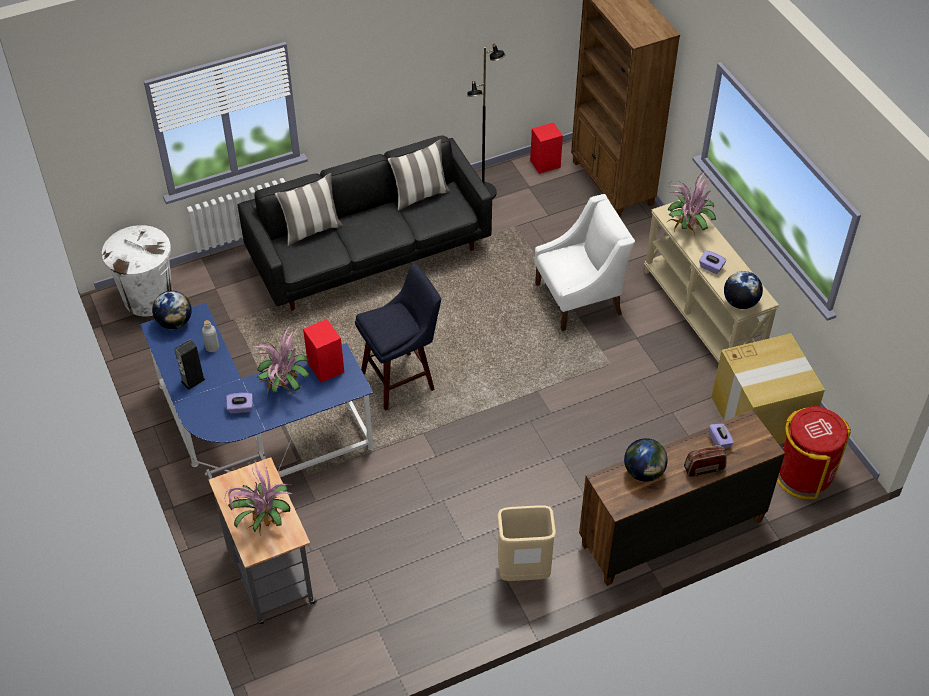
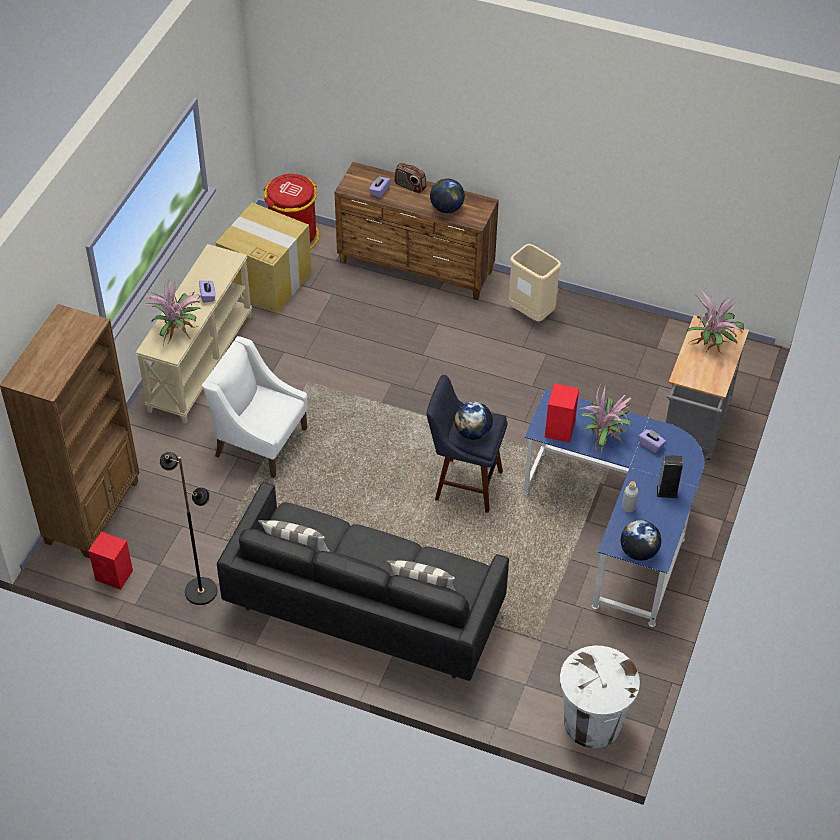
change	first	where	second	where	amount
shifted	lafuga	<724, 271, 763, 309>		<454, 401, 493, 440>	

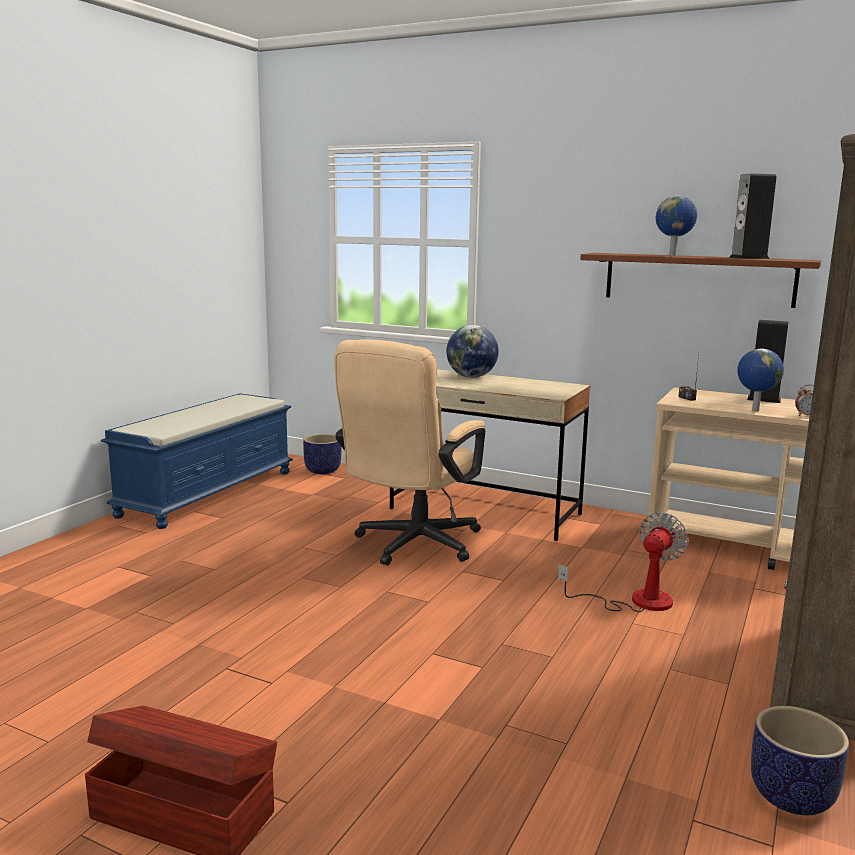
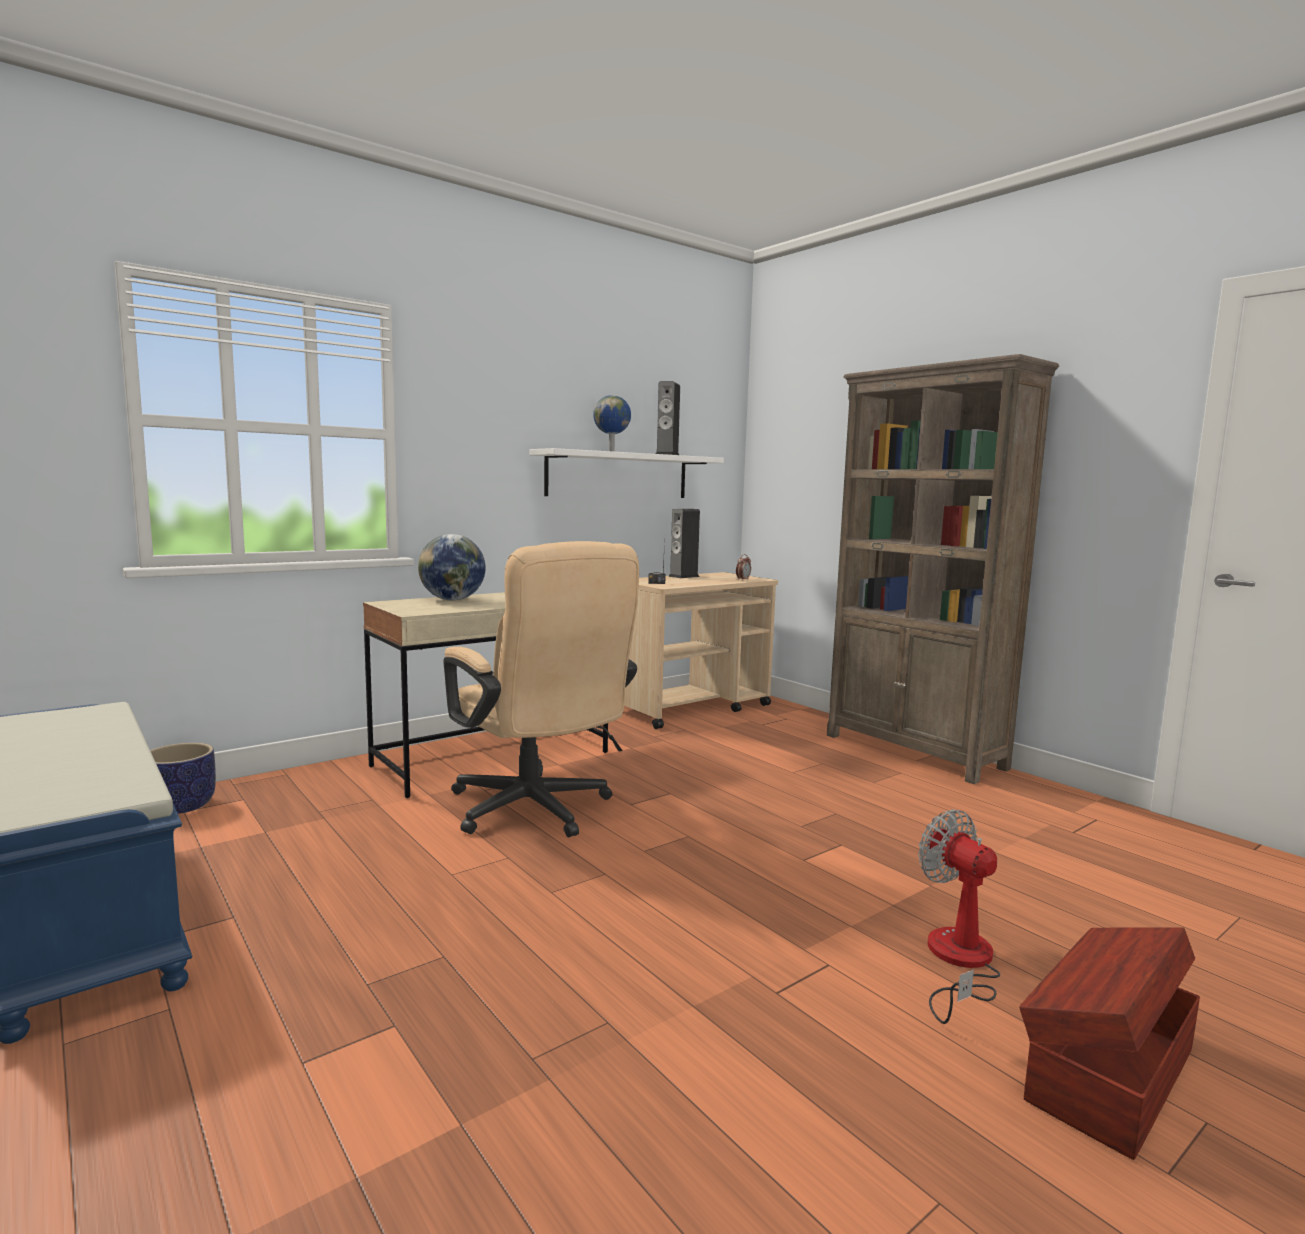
change	first	where	second	where	amount
repainted	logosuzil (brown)	<580, 253, 821, 308>	logosuzil (white)	<529, 448, 724, 498>	
shifted	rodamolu	<558, 512, 689, 612>		<918, 809, 1000, 1024>	
gone	lafuga	<737, 348, 784, 412>			
gone	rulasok	<751, 706, 849, 815>			

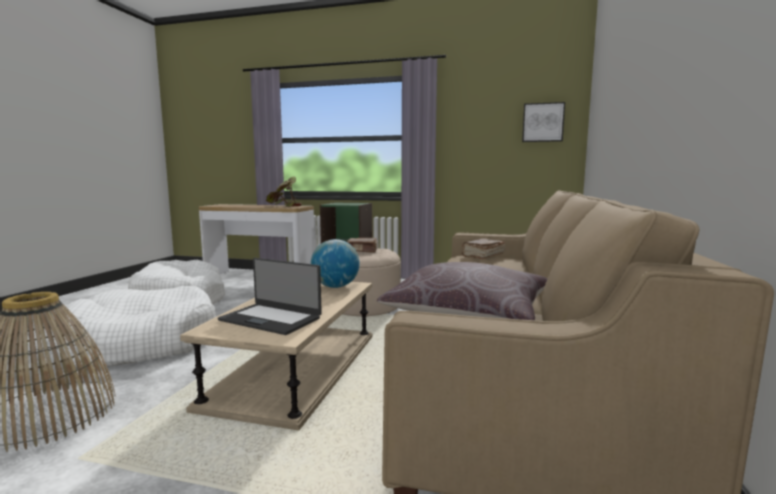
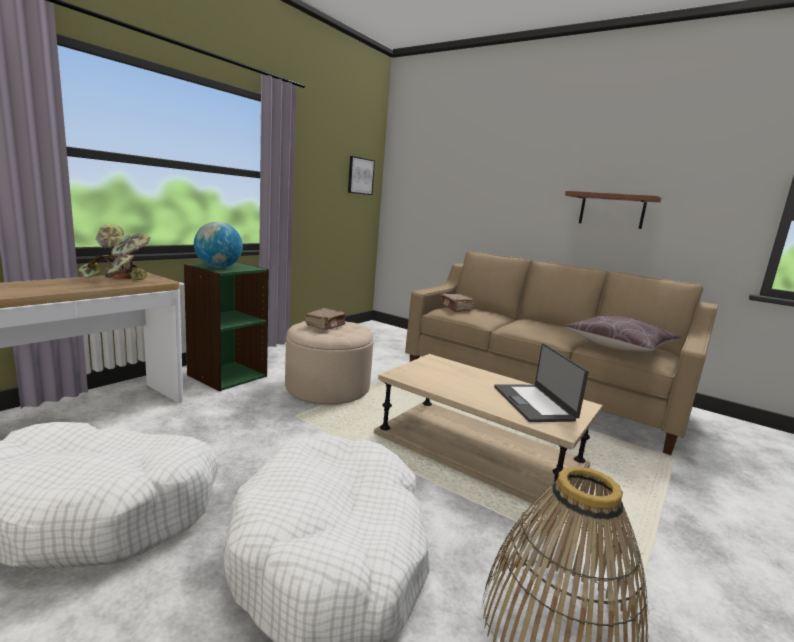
change	first	where	second	where	amount
shifted	lafuga	<311, 239, 360, 288>		<194, 222, 243, 268>	
rotated	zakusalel	<218, 258, 322, 335>		<494, 343, 589, 422>	120 degrees clockwise
new			logosuzil (brown)	<565, 191, 661, 229>	

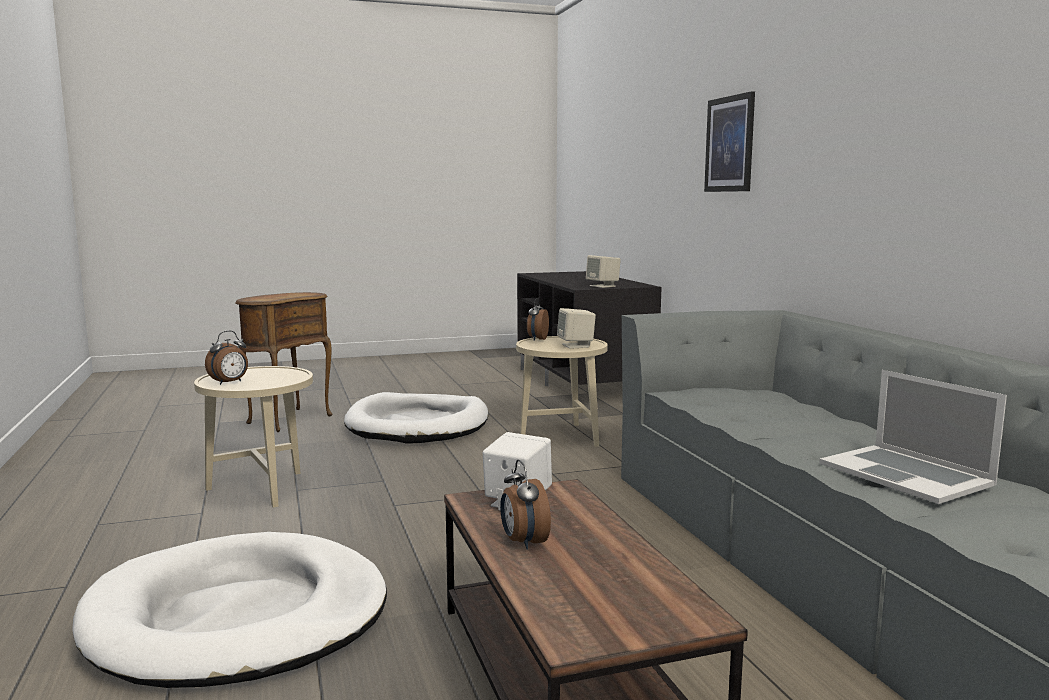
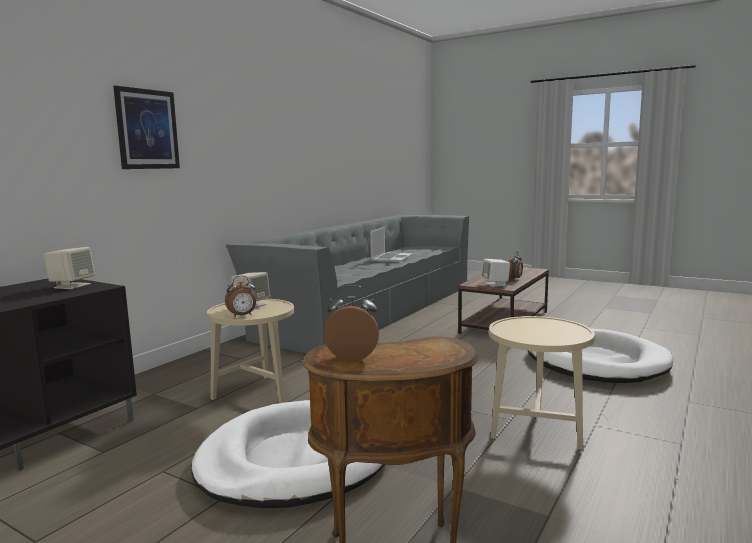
change	first	where	second	where	amount
shifted	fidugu	<205, 331, 248, 385>		<324, 285, 379, 361>	

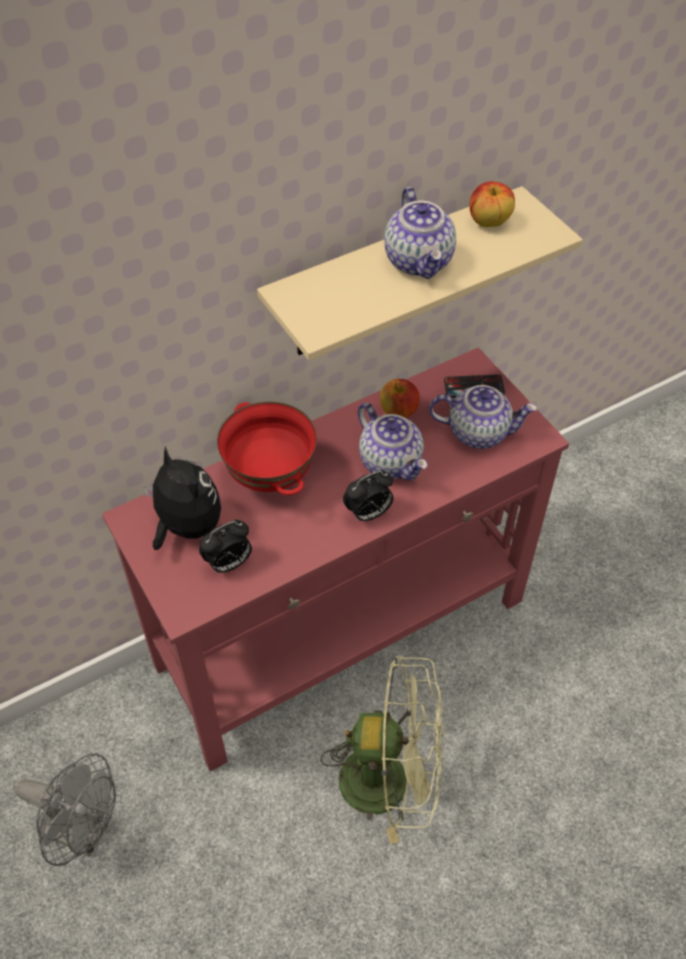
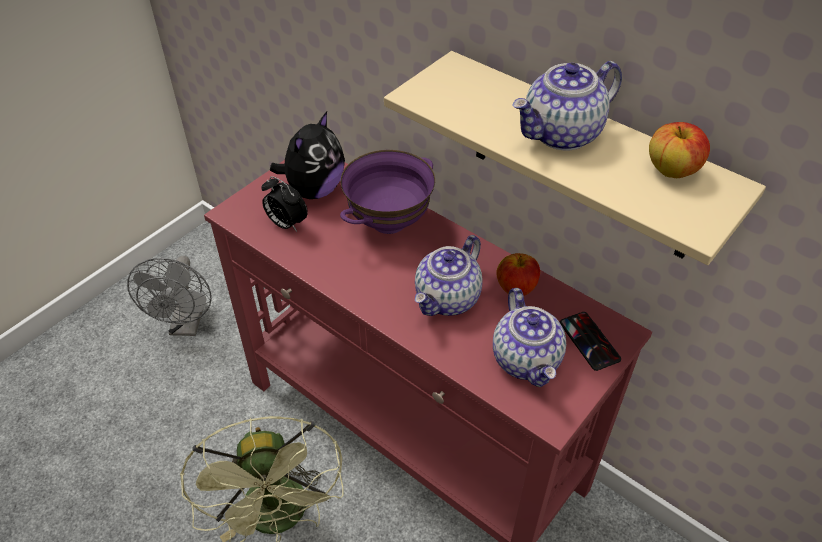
change	first	where	second	where	amount
repainted	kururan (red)	<217, 402, 317, 495>	kururan (purple)	<340, 150, 435, 234>	
gone	fidugu	<343, 470, 393, 522>			

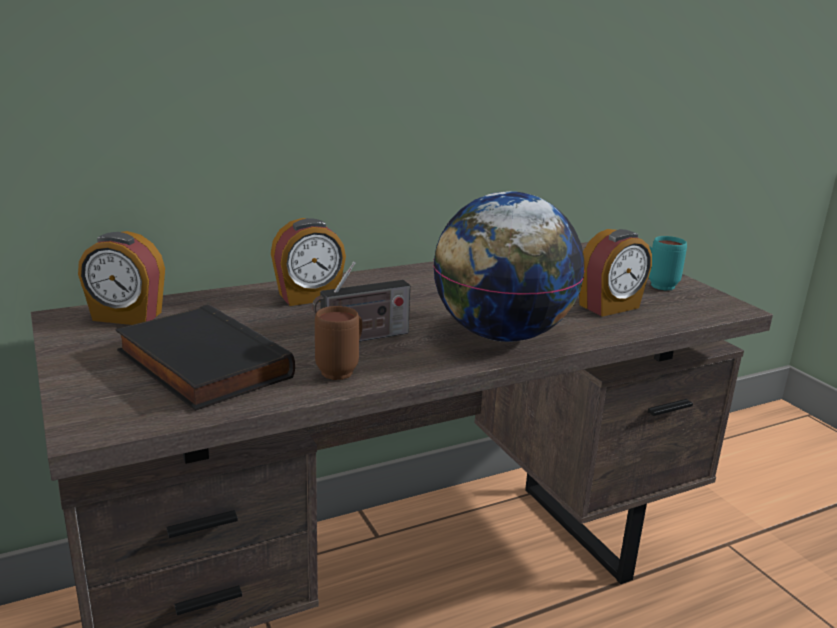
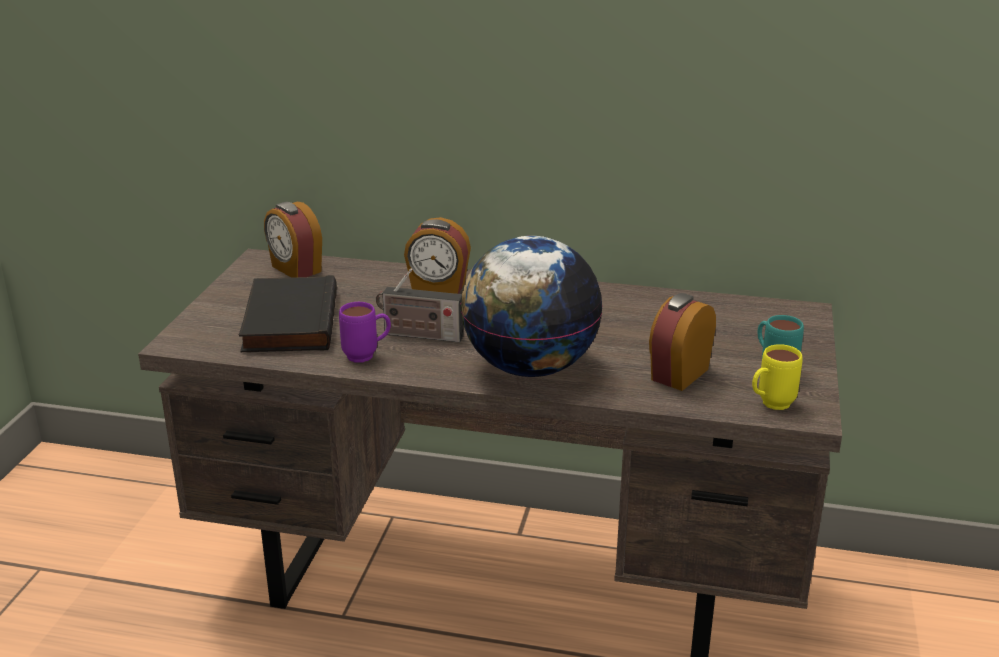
change	first	where	second	where	amount
repainted	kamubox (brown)	<315, 306, 363, 380>	kamubox (purple)	<339, 302, 391, 363>	
rotated	fidugu	<579, 229, 652, 317>		<649, 293, 716, 391>	120 degrees clockwise
new			kamubox (yellow)	<752, 344, 803, 410>	

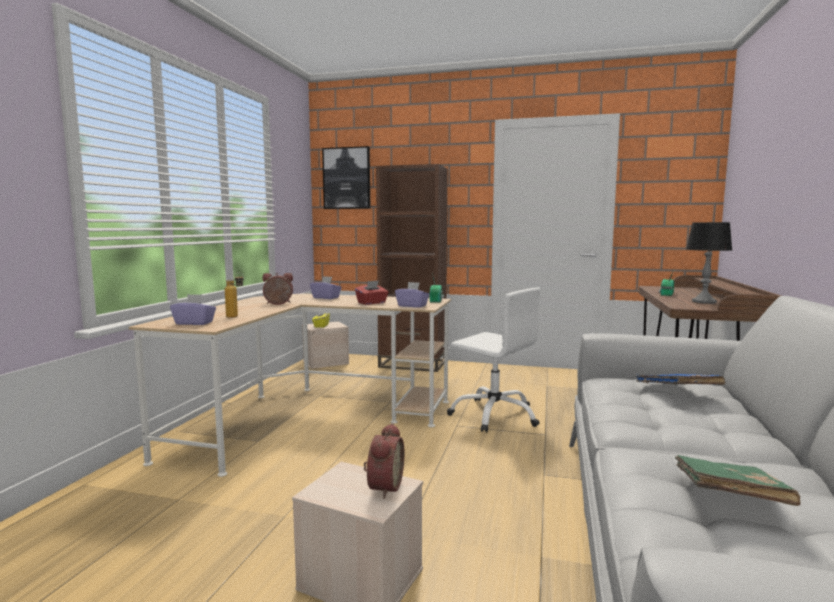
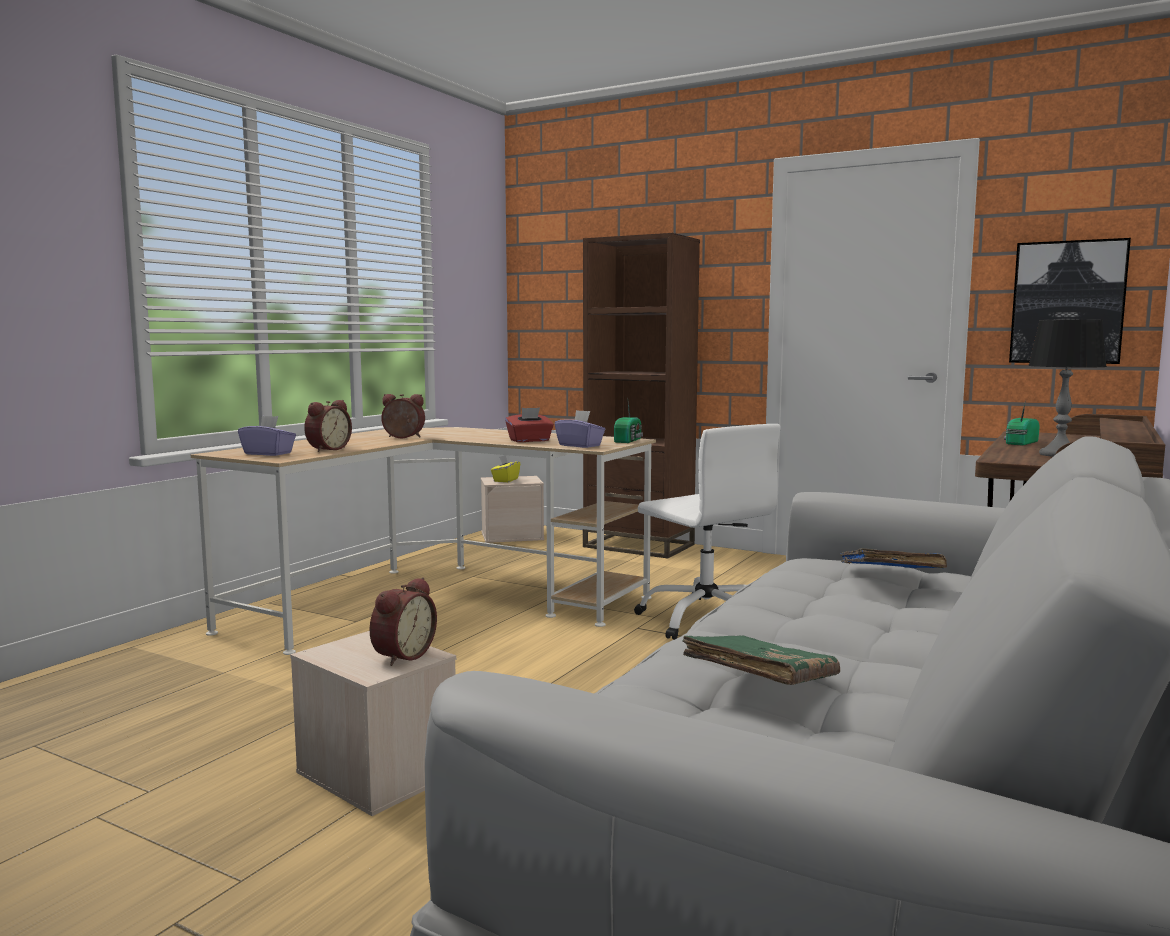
change	first	where	second	where	amount
swapped	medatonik	<225, 272, 244, 318>	fidugu	<304, 400, 352, 452>	
shifted	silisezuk	<322, 146, 370, 209>		<1009, 238, 1131, 364>	
gone	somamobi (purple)	<310, 276, 342, 299>			

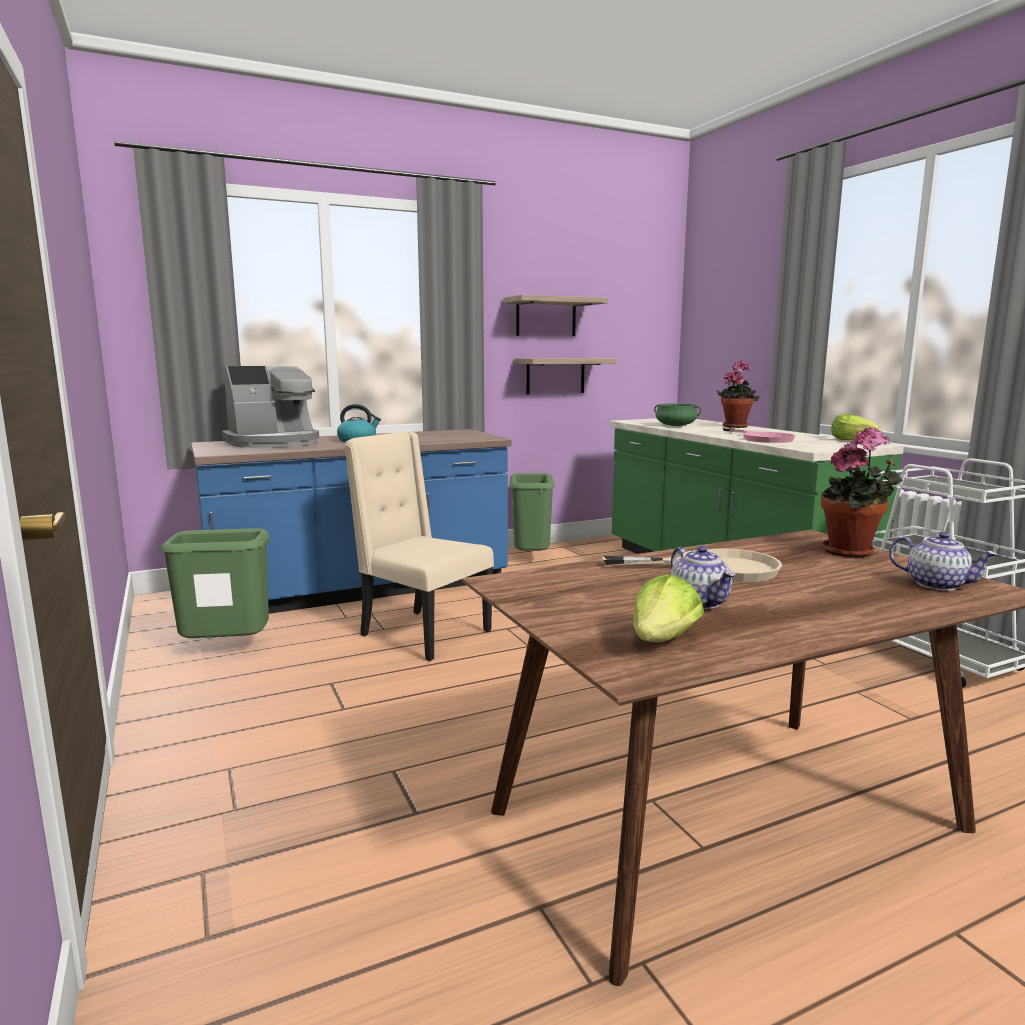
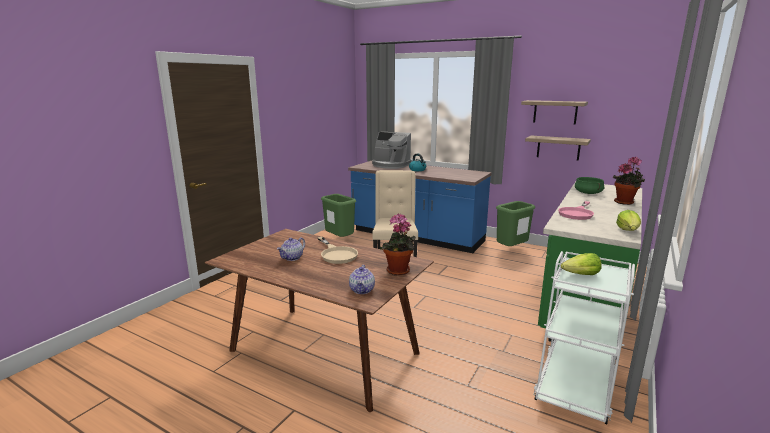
change	first	where	second	where	amount
shifted	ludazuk	<633, 574, 704, 642>		<561, 253, 602, 275>	

